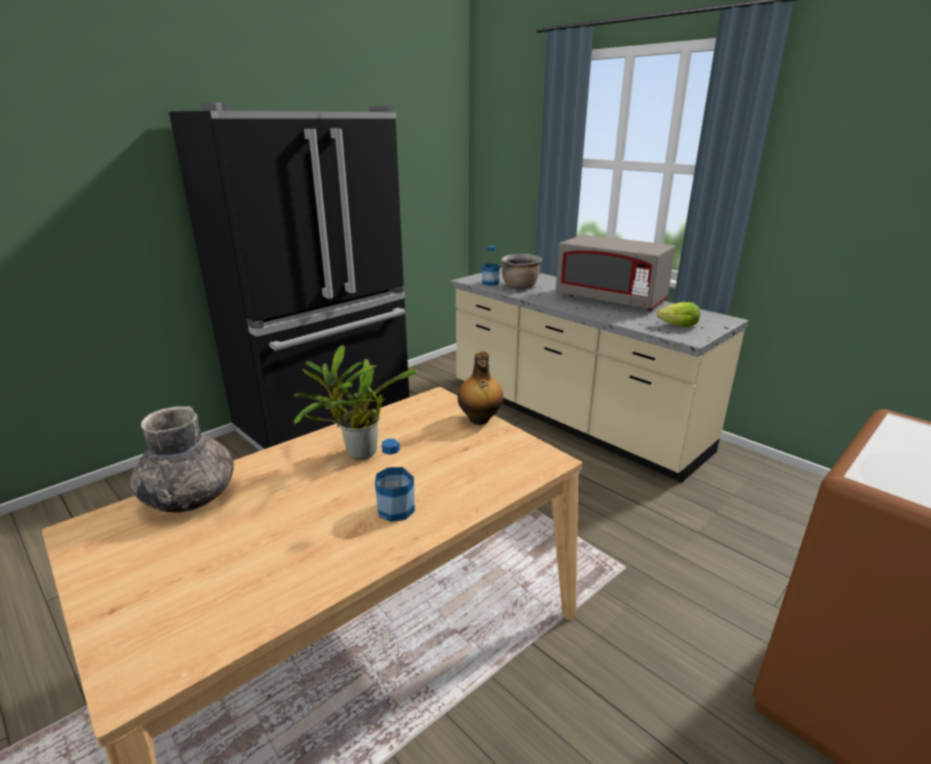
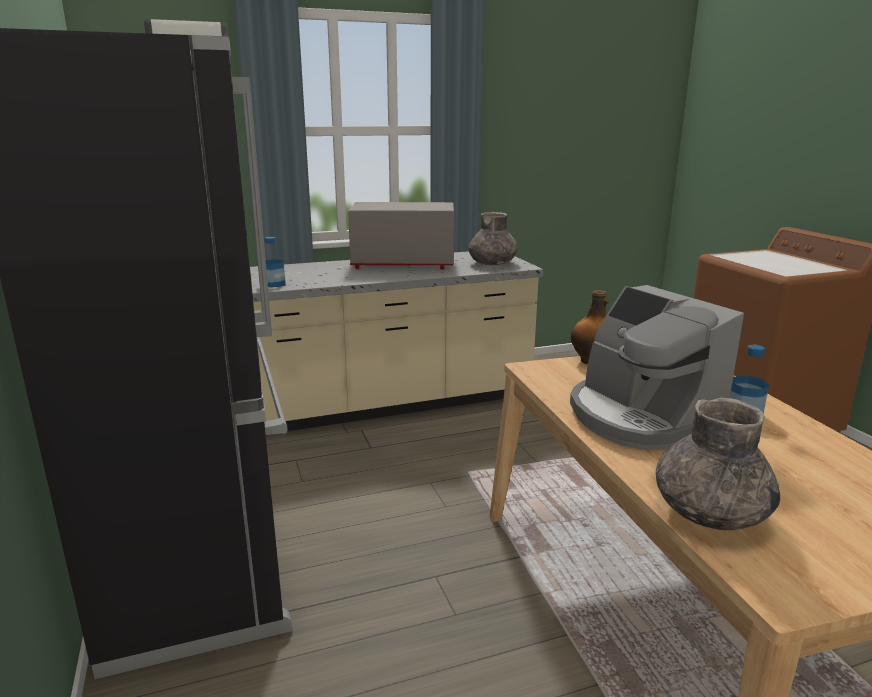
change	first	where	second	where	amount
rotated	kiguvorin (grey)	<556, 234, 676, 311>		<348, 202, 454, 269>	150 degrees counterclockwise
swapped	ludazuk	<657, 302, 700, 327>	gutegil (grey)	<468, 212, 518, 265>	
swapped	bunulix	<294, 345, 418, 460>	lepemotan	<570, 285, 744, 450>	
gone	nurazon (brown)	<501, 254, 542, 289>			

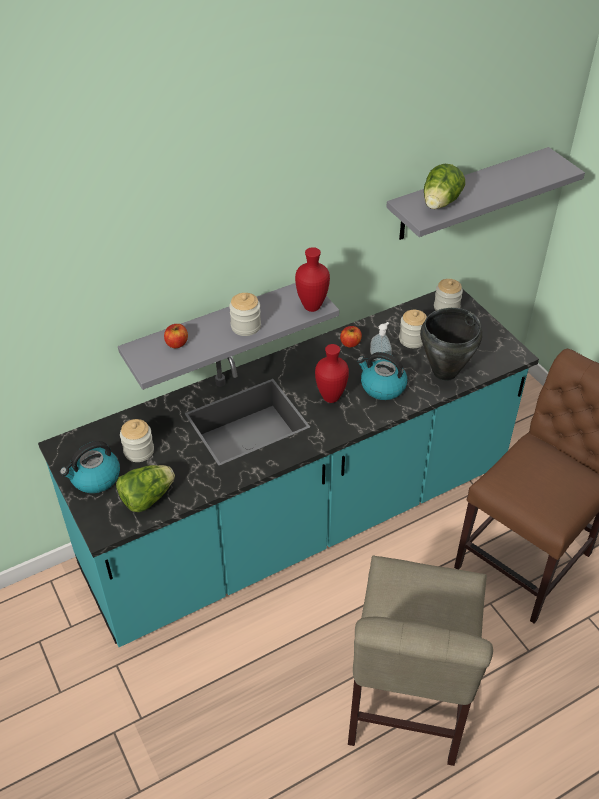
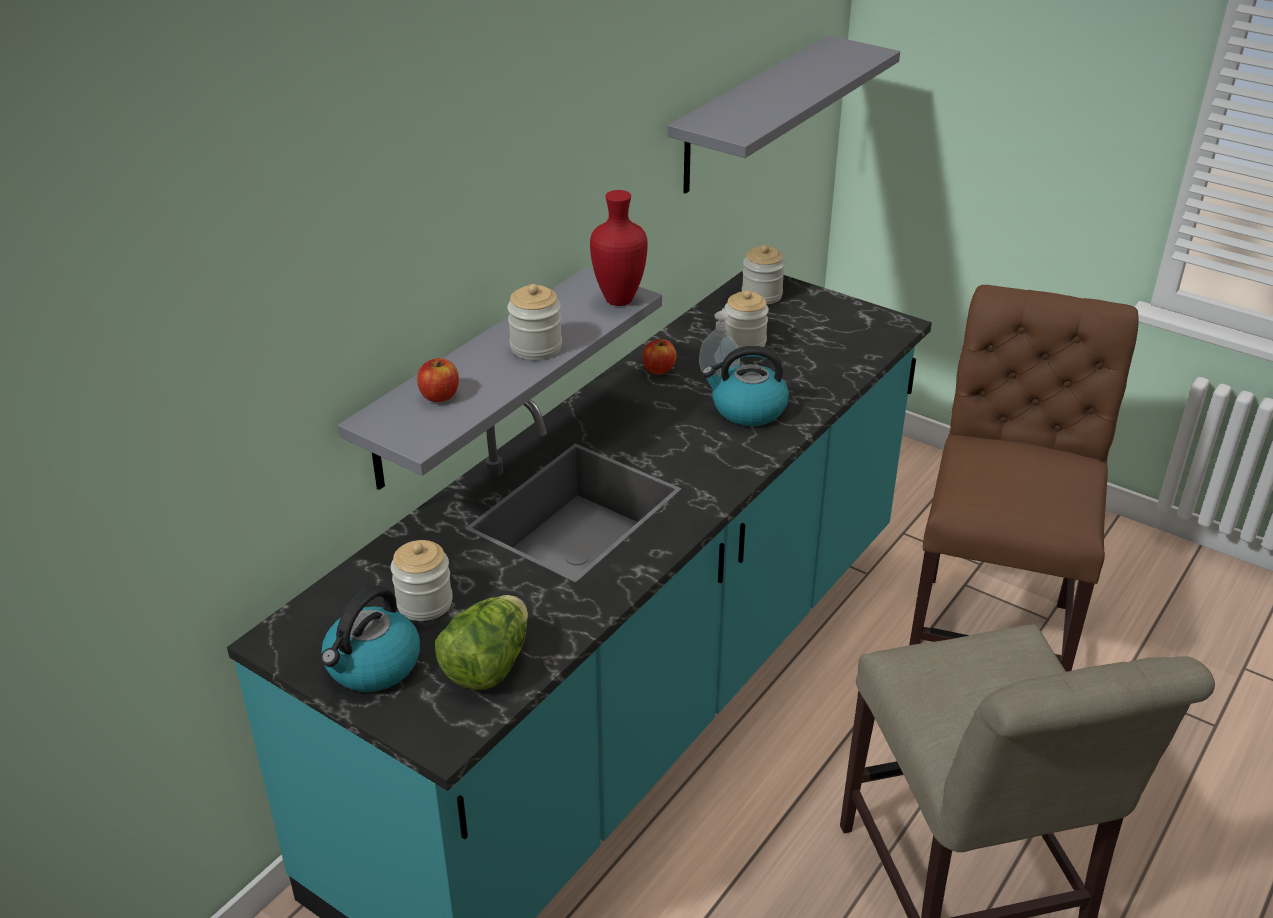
change	first	where	second	where	amount
gone	gutegil (red)	<315, 344, 349, 403>			
gone	nurazon (black)	<420, 308, 482, 381>			
gone	ludazuk	<424, 164, 465, 209>			

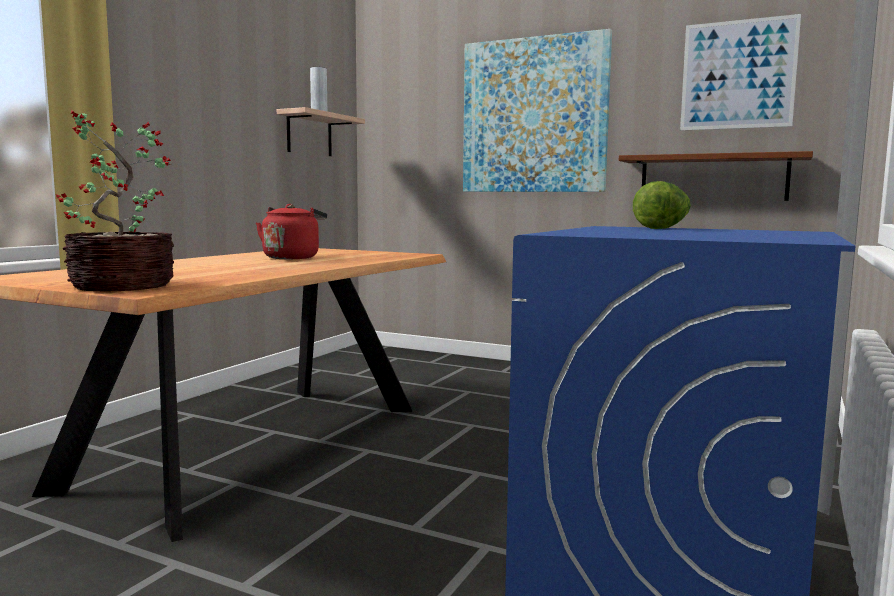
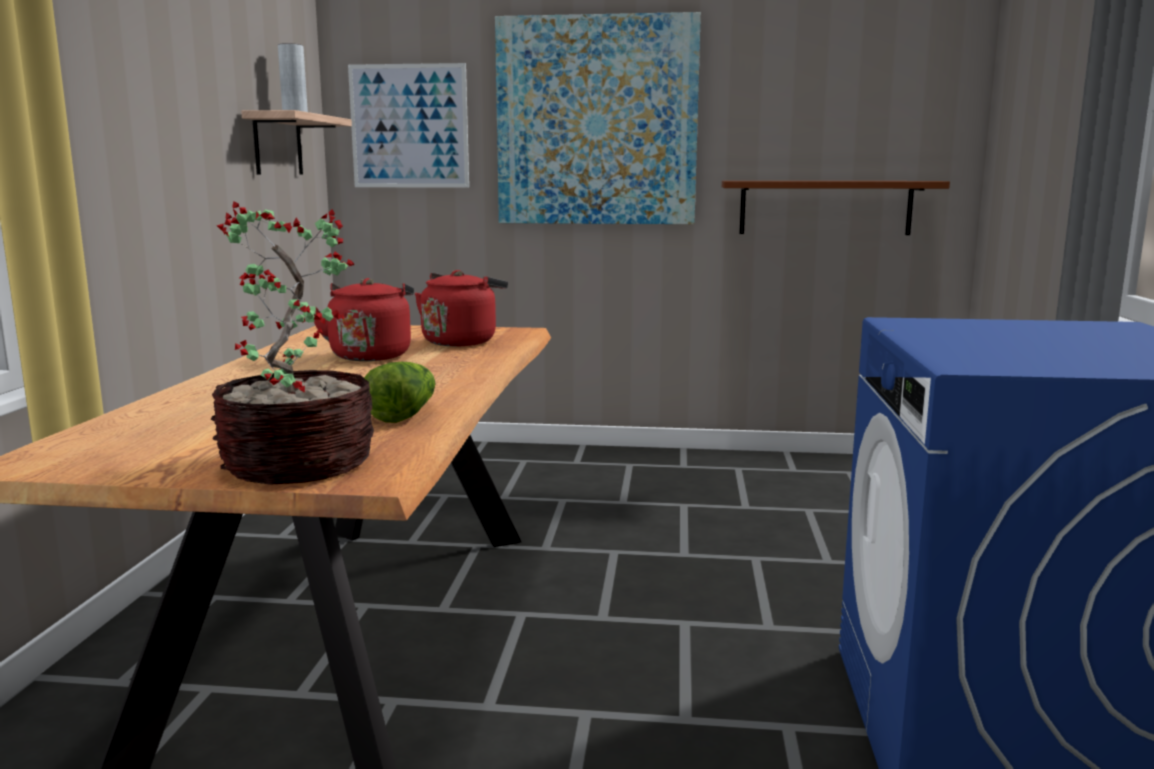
change	first	where	second	where	amount
shifted	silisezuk	<680, 14, 801, 130>		<348, 63, 469, 188>	
shifted	ludazuk	<633, 181, 691, 229>		<364, 362, 435, 423>	
new			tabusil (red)	<415, 270, 508, 347>	

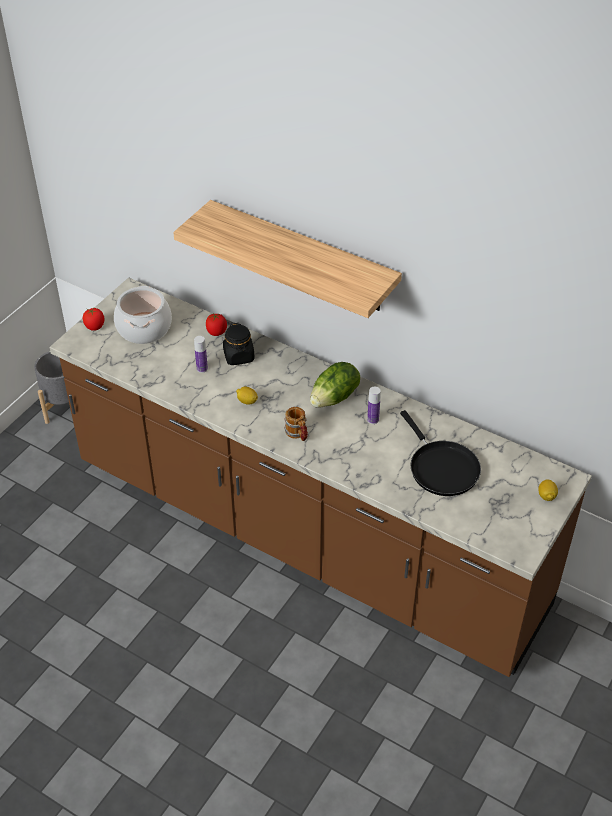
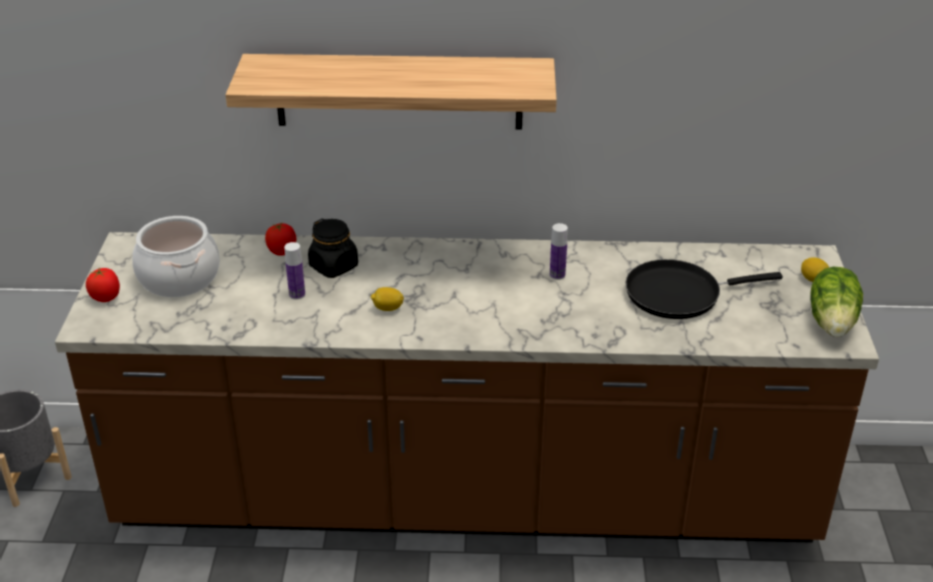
change	first	where	second	where	amount
rotated	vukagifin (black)	<400, 410, 481, 496>		<625, 259, 783, 319>	135 degrees clockwise
shifted	ludazuk	<310, 362, 360, 408>		<810, 267, 863, 337>	
gone	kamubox	<284, 407, 308, 441>			

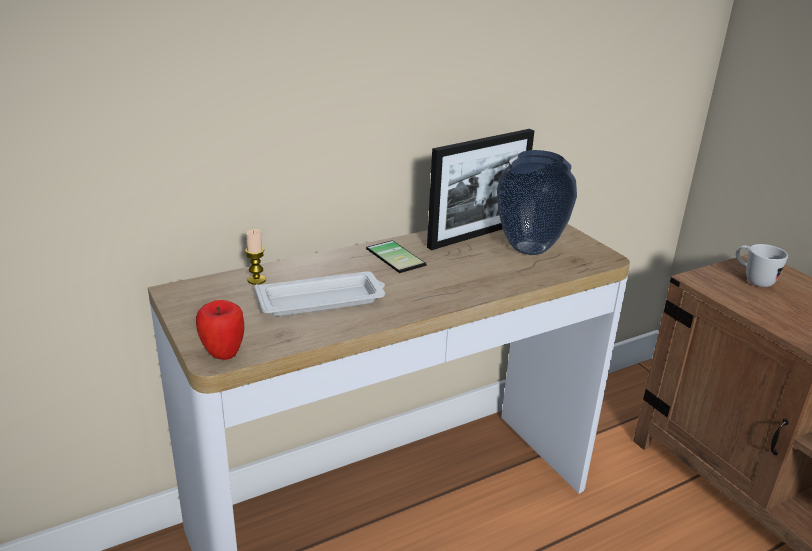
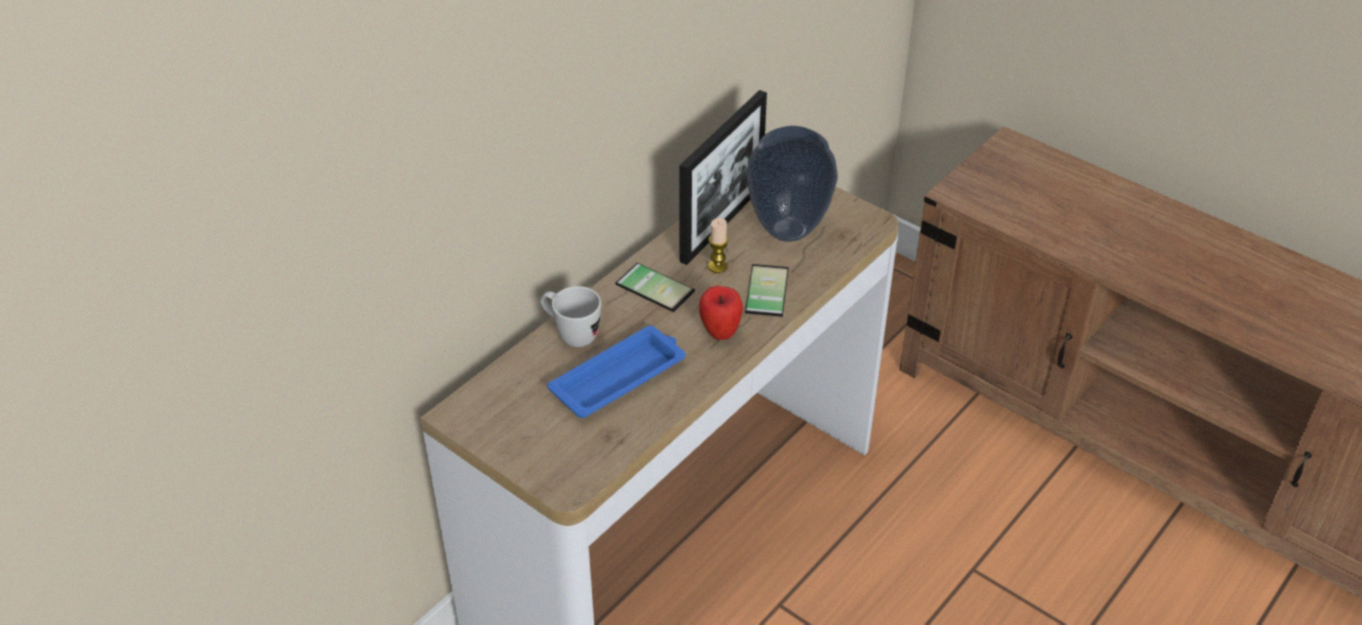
change	first	where	second	where	amount
shifted	kamubox (white)	<736, 244, 788, 287>		<541, 286, 601, 347>	
repainted	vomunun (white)	<254, 271, 385, 316>	vomunun (blue)	<547, 326, 686, 418>	
shifted	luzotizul	<196, 300, 244, 360>		<699, 286, 743, 340>	
shifted	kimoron	<245, 229, 266, 285>		<708, 218, 728, 273>	
new			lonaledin	<745, 264, 789, 317>	

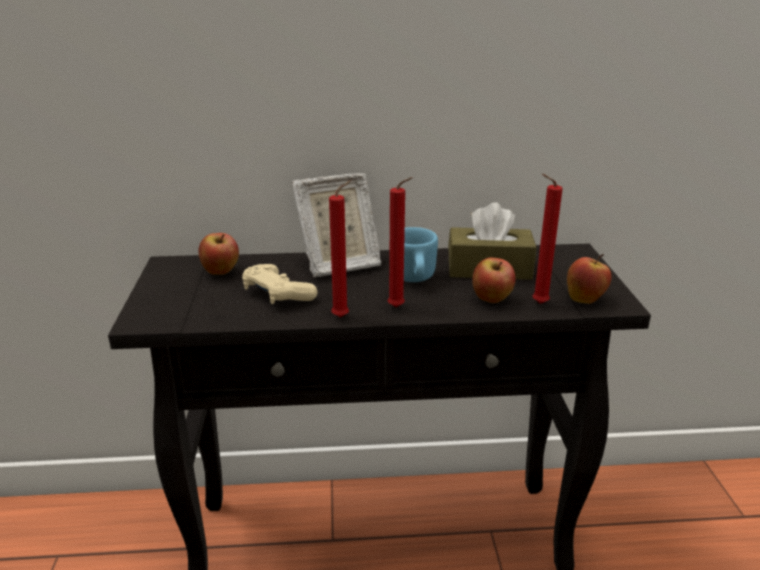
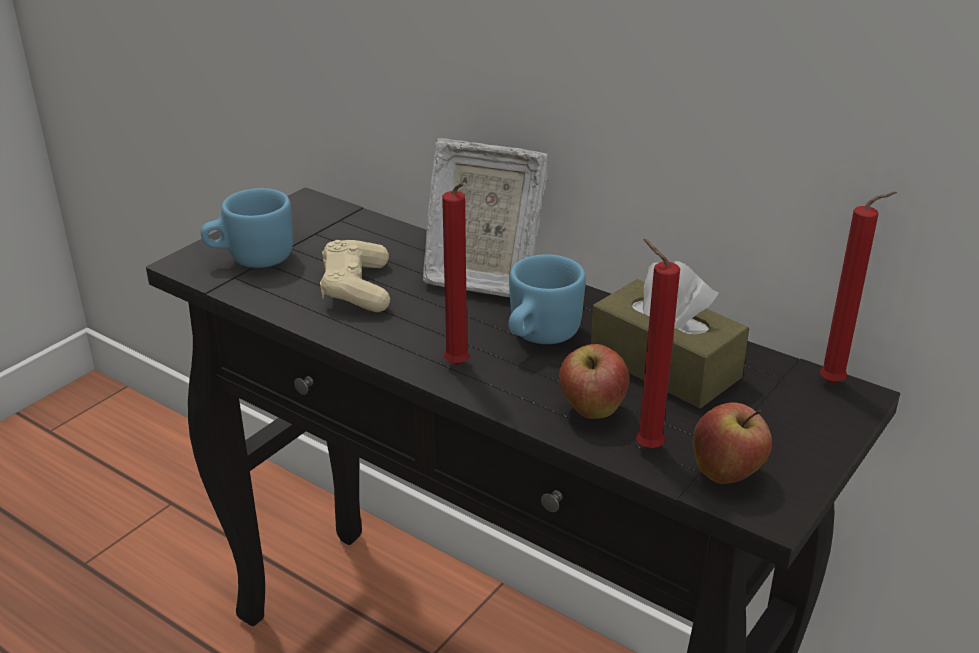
change	first	where	second	where	amount
new			kamubox (blue)	<200, 188, 293, 268>	
shifted	kimoron (red)	<329, 180, 351, 318>		<820, 192, 897, 383>	
gone	luzotizul	<198, 233, 239, 275>			

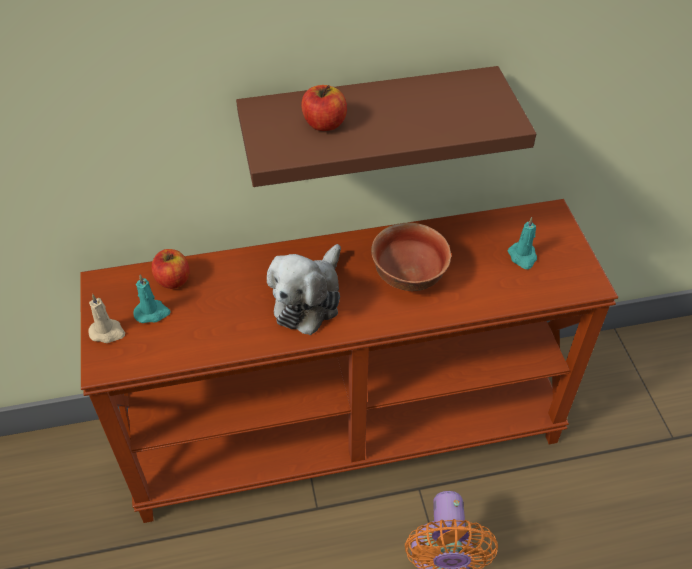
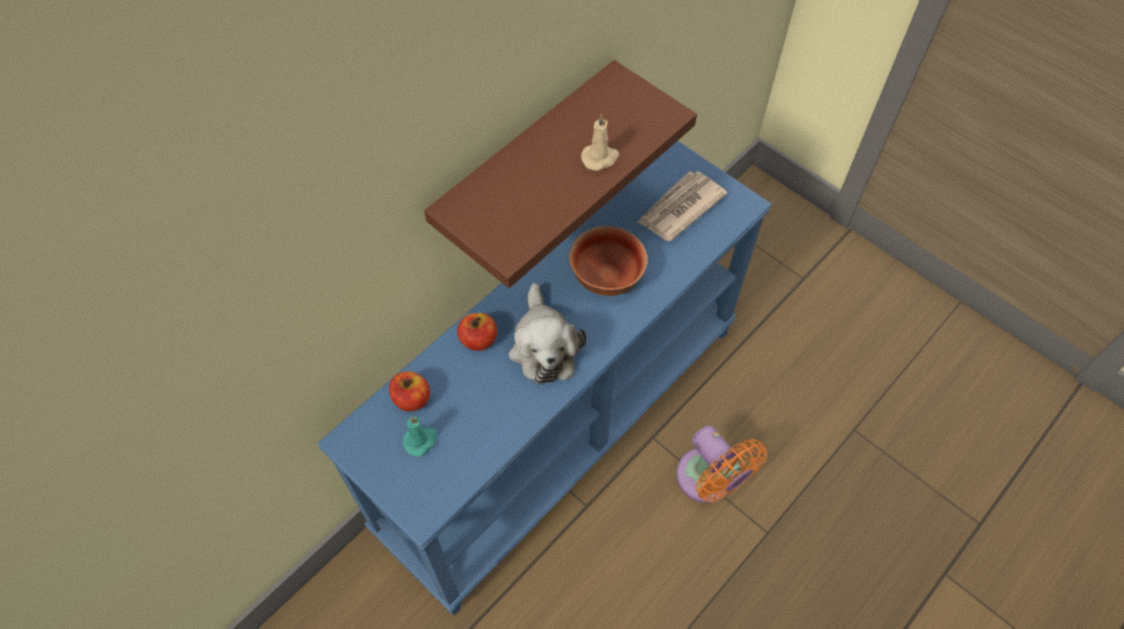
change	first	where	second	where	amount
repainted	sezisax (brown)	<81, 199, 618, 523>	sezisax (blue)	<317, 141, 772, 616>	
shifted	luzotizul	<301, 85, 347, 131>		<457, 313, 497, 351>	
shifted	kimoron (beige)	<88, 294, 125, 343>		<581, 114, 619, 171>	
swapped	kimoron (turquoise)	<508, 217, 537, 269>	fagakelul	<637, 171, 727, 241>	

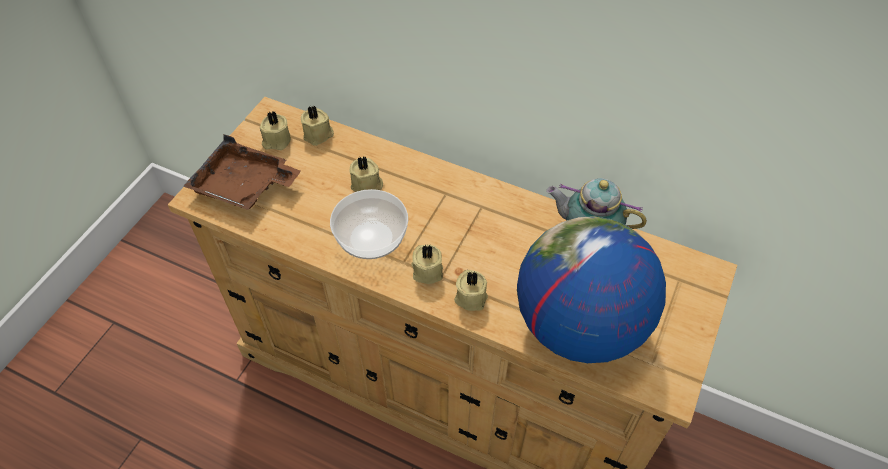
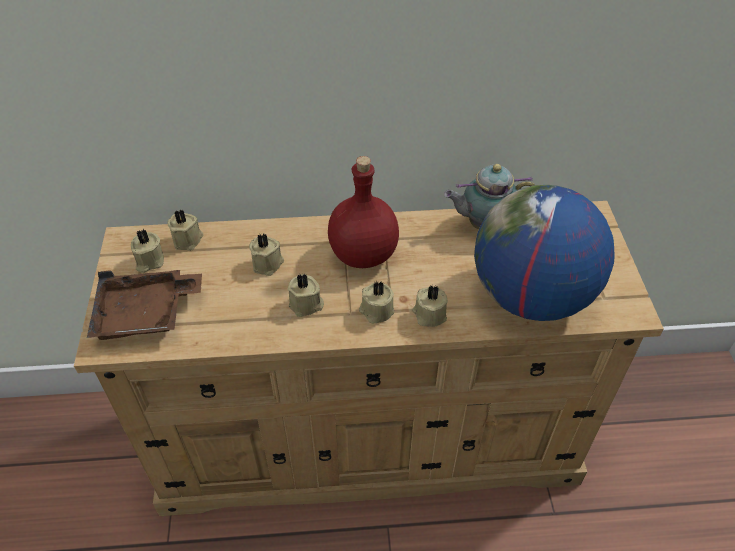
change	first	where	second	where	amount
swapped	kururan	<330, 189, 408, 259>	kimoron (beige)	<288, 273, 324, 317>	
new			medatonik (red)	<328, 156, 399, 268>	

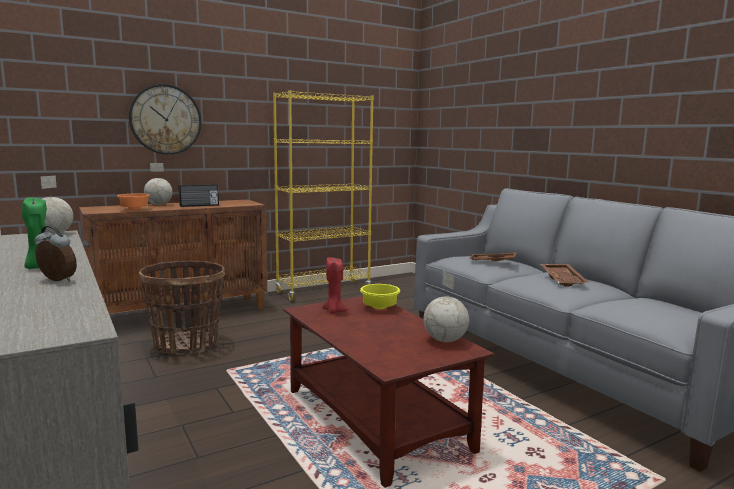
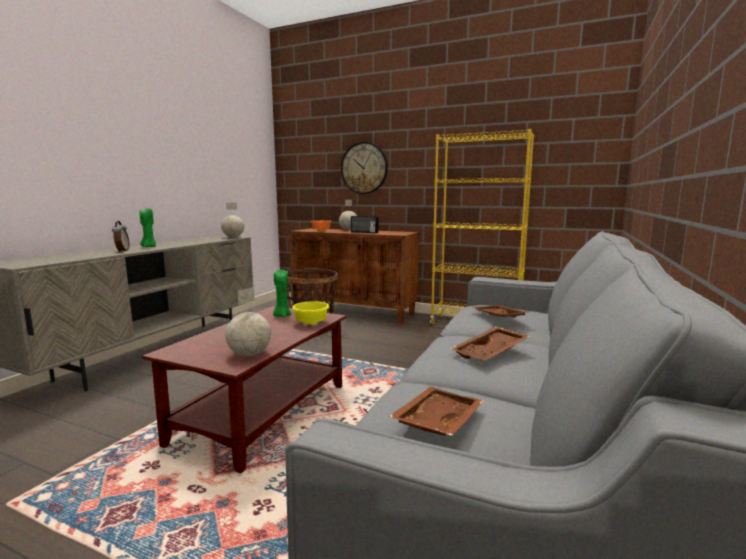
change	first	where	second	where	amount
repainted	kimoron (red)	<322, 257, 347, 314>	kimoron (green)	<273, 269, 291, 317>	
new			vomunun (brown)	<388, 386, 483, 436>	

